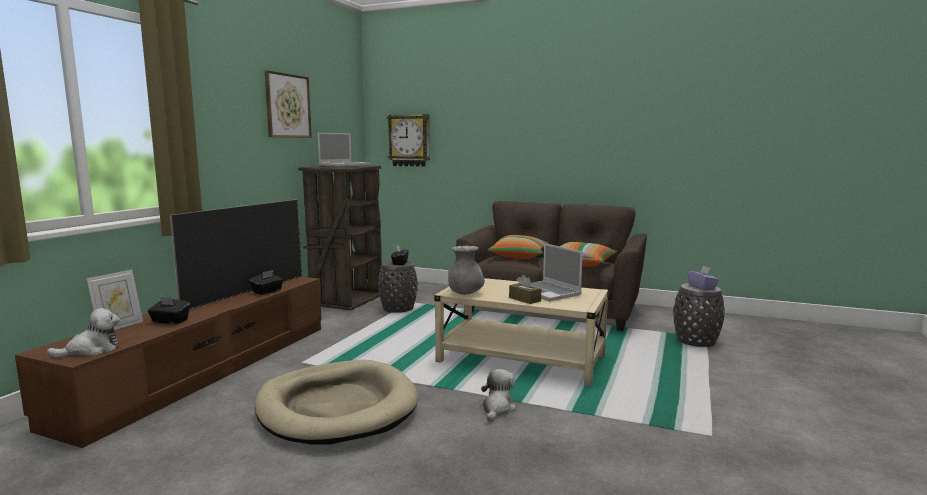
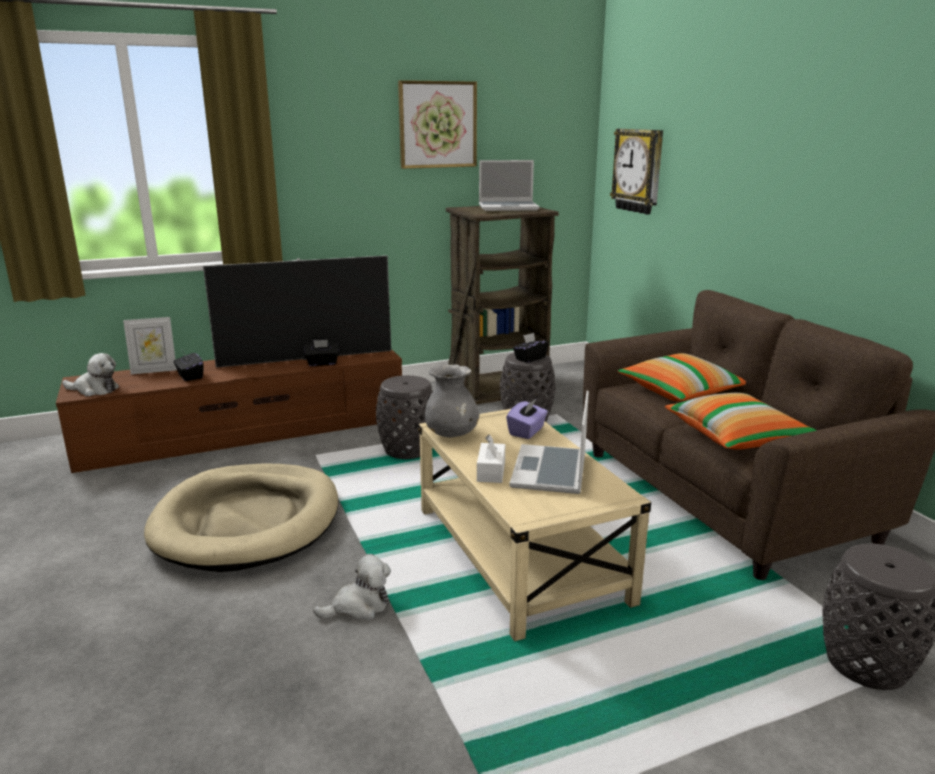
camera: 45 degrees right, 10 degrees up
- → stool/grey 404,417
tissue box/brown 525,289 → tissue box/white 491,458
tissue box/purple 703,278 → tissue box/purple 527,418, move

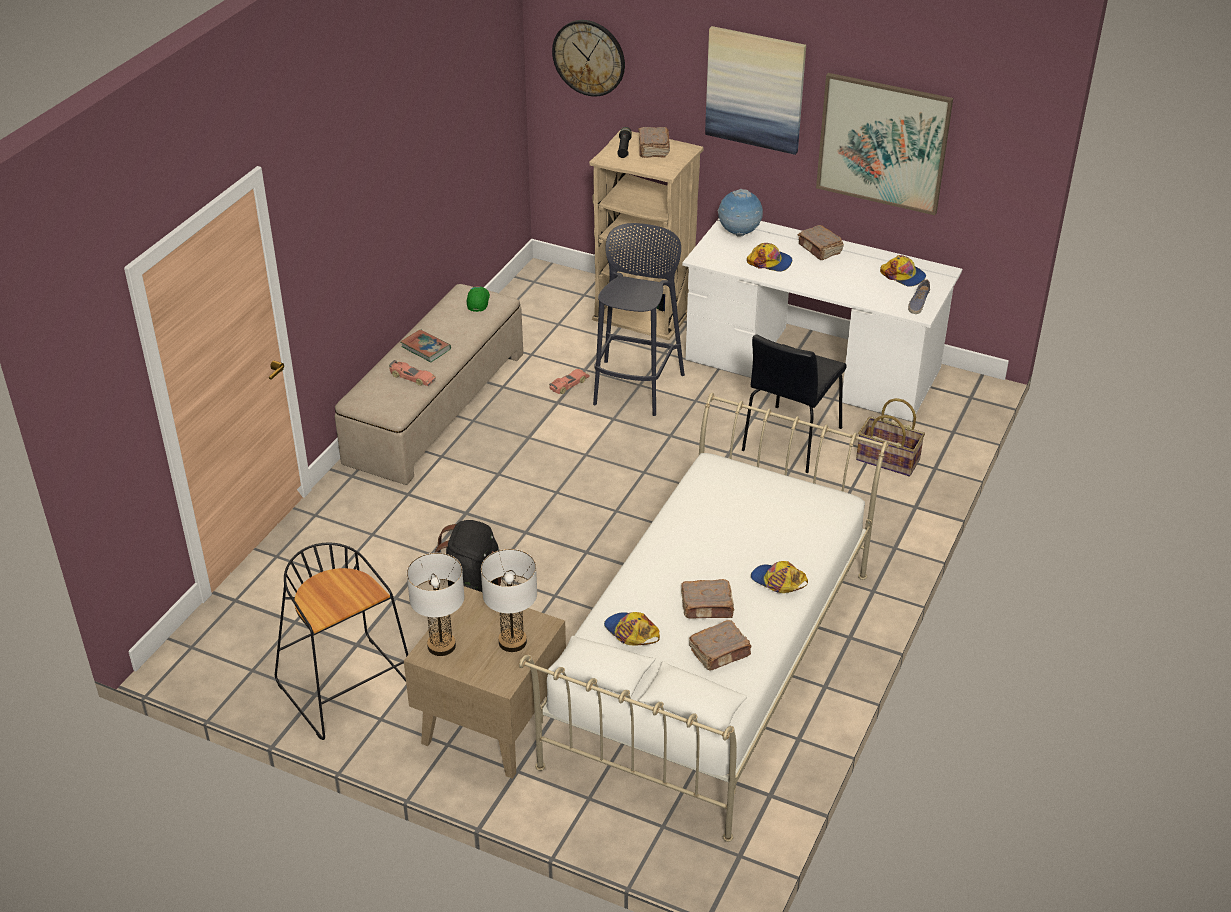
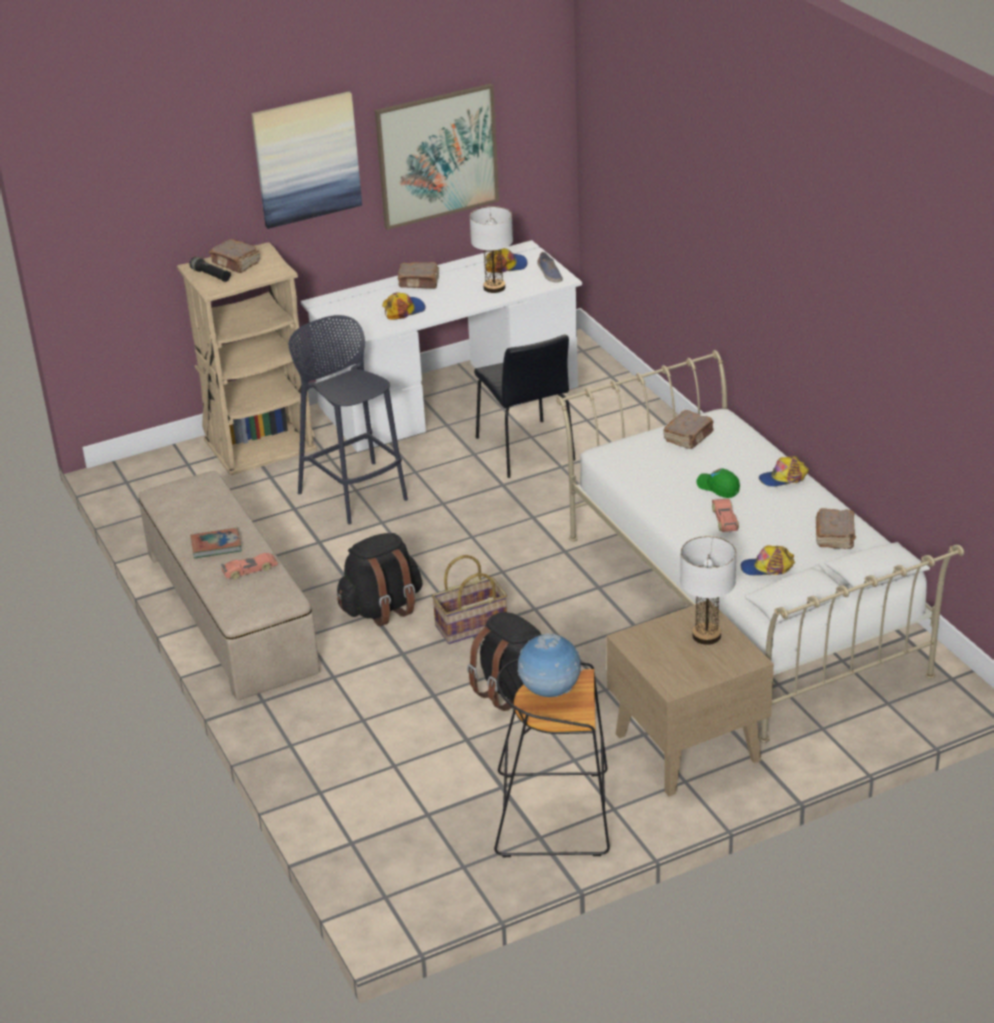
camera: 50 degrees left, 5 degrees down
- → backpack/black 380,579
basket 890,437 → basket 469,599, move
table lamp 435,604 → table lamp 491,249, move
globe 740,213 → globe 549,665, move
book/brown 707,598 → book/brown 688,429, move
cap/green 478,299 → cap/green 718,483, move
toy car 569,381 → toy car 725,515, move
wall clock 588,58 → -

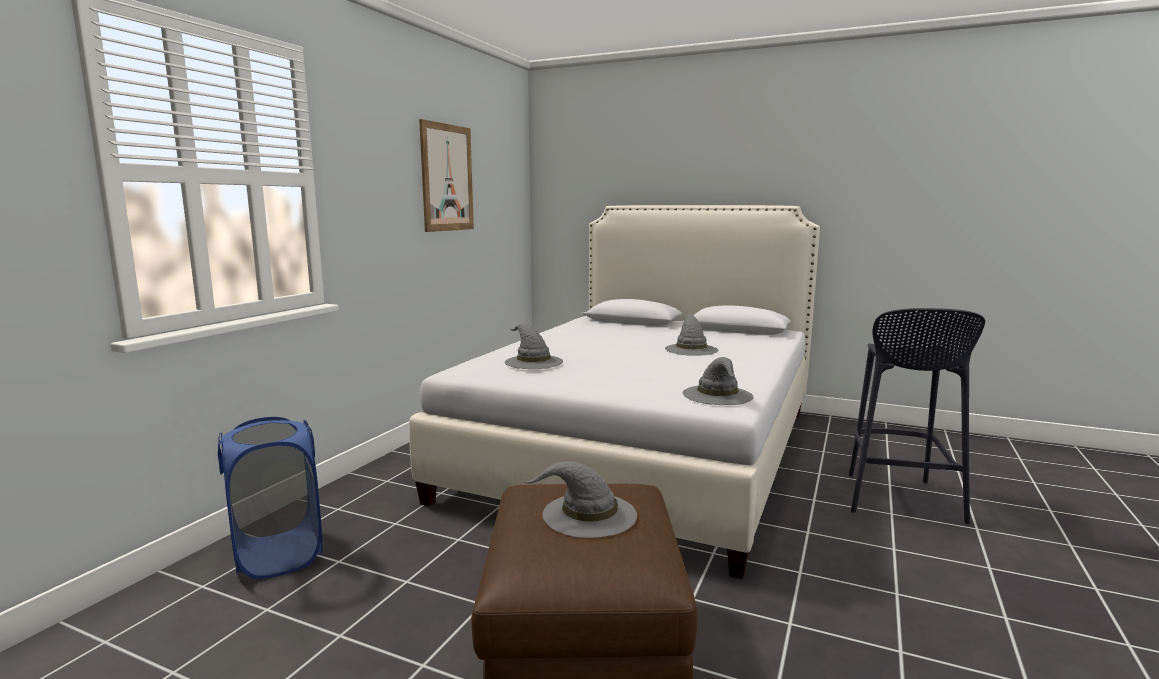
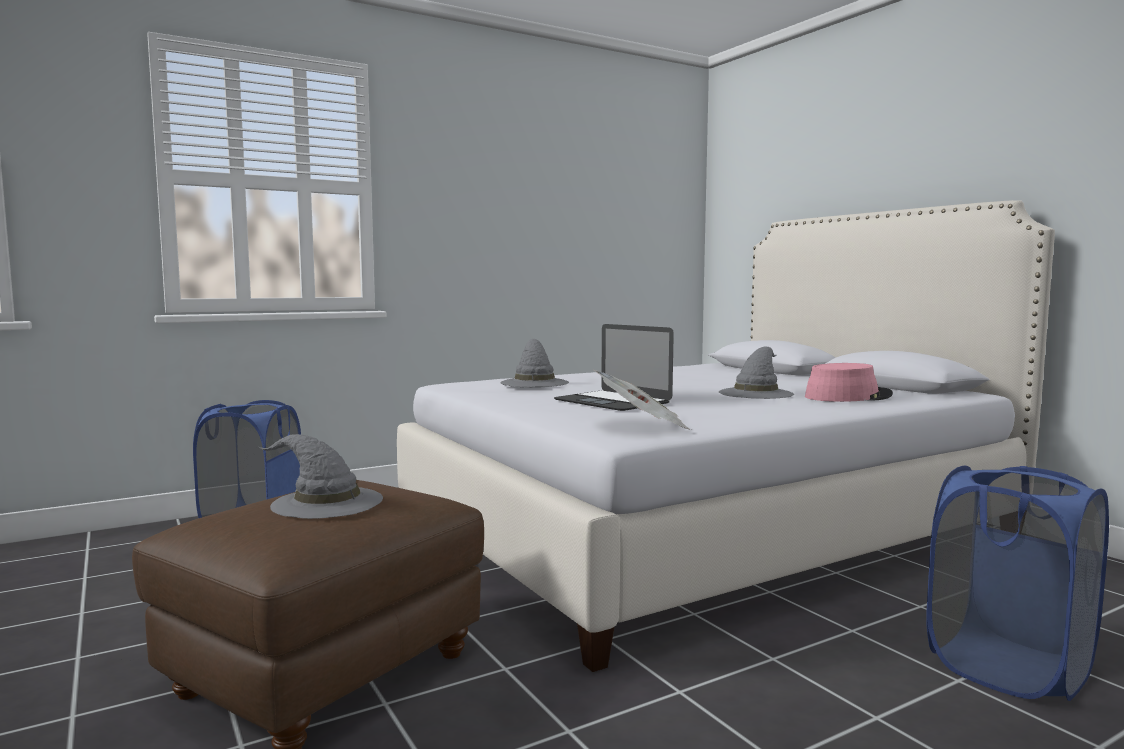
camera: 35 degrees right, 5 degrees down
- → laptop 614,367
hat/grey 718,381 → newspaper 642,400
- → hat/pink 849,382
stool/grey 917,416 → laundry basket/blue 1017,583
picture 446,175 → -

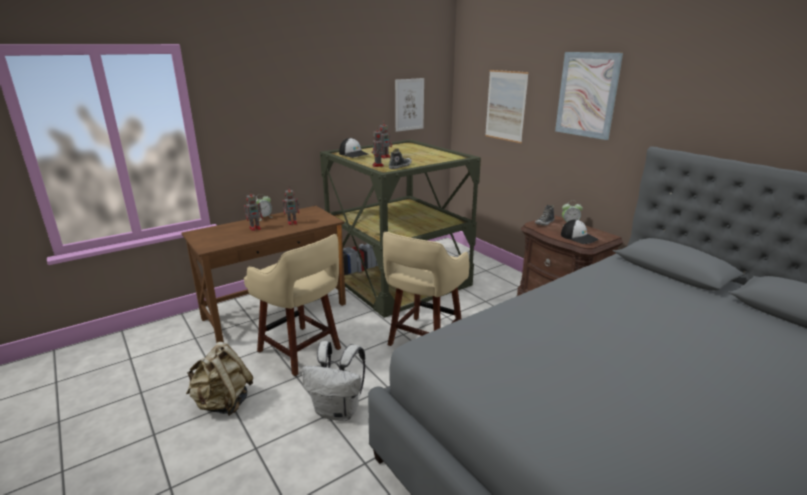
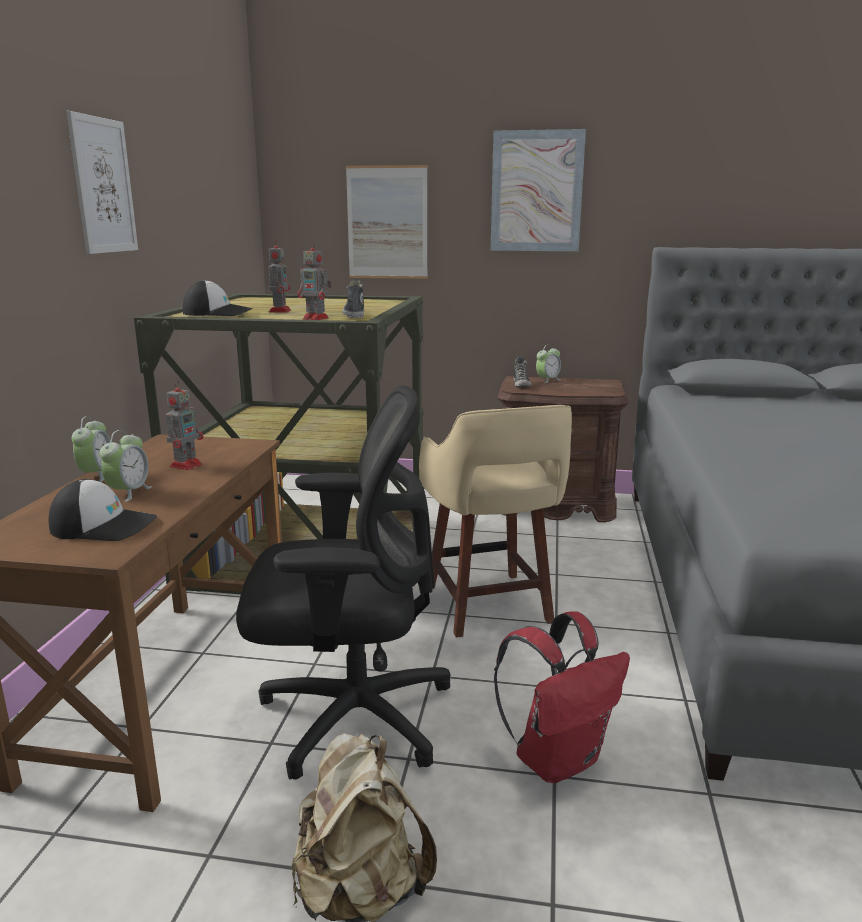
camera: 45 degrees left, 5 degrees down
cap 580,231 → cap 102,510, move
picture 409,105 → picture 102,182, move
toy robot 253,212 → alarm clock 126,466
stool/beige 292,305 → office chair/black 343,583
backpack/white 333,381 → backpack/red 562,697

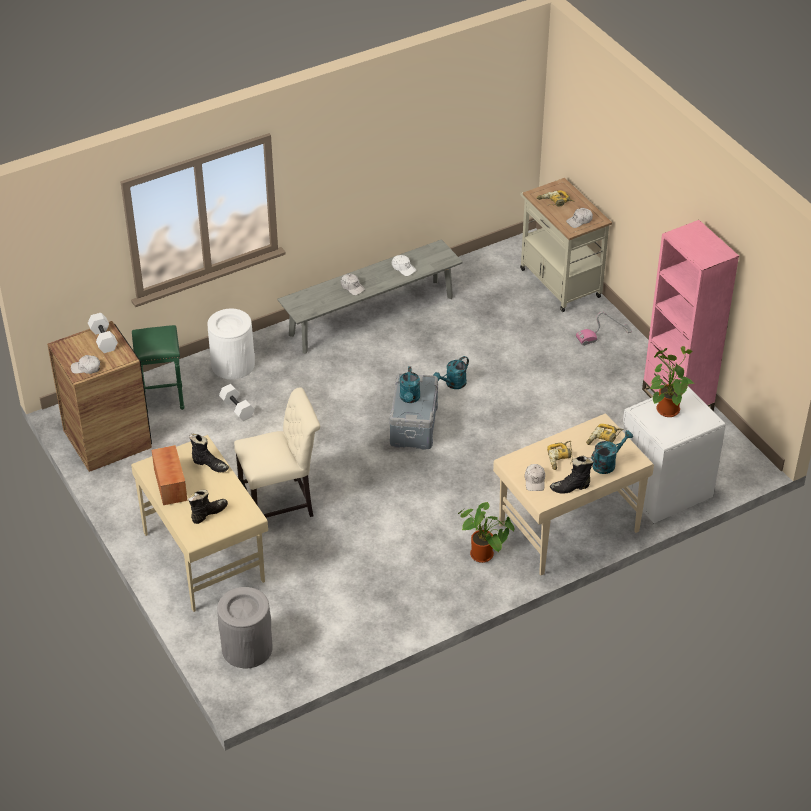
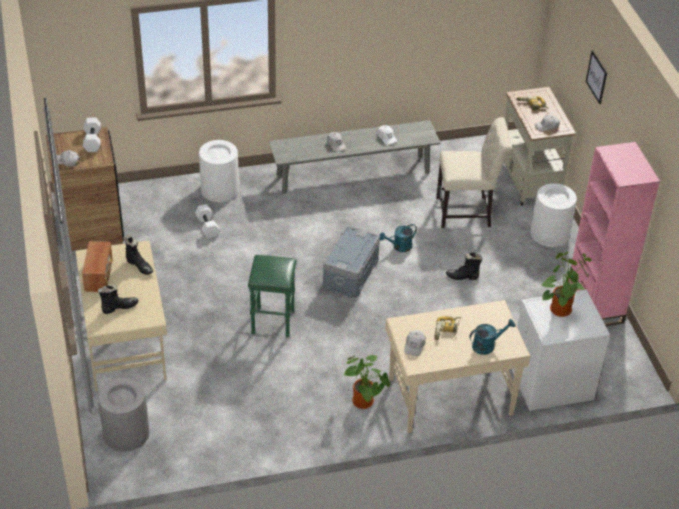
camera: 15 degrees right, 0 degrees up
stool/green 158,368 → stool/green 272,296, move
chair/beige 277,452 → chair/beige 474,172, move
boot/black 572,475 → boot/black 464,266, move
vacuum cleaner 604,328 → trash can/white 553,215
- → picture 596,77
watering can/turquoise 410,384 → -
power drill 605,434 → -

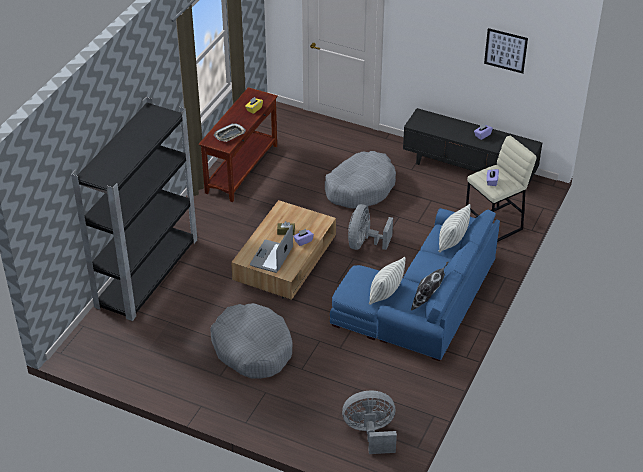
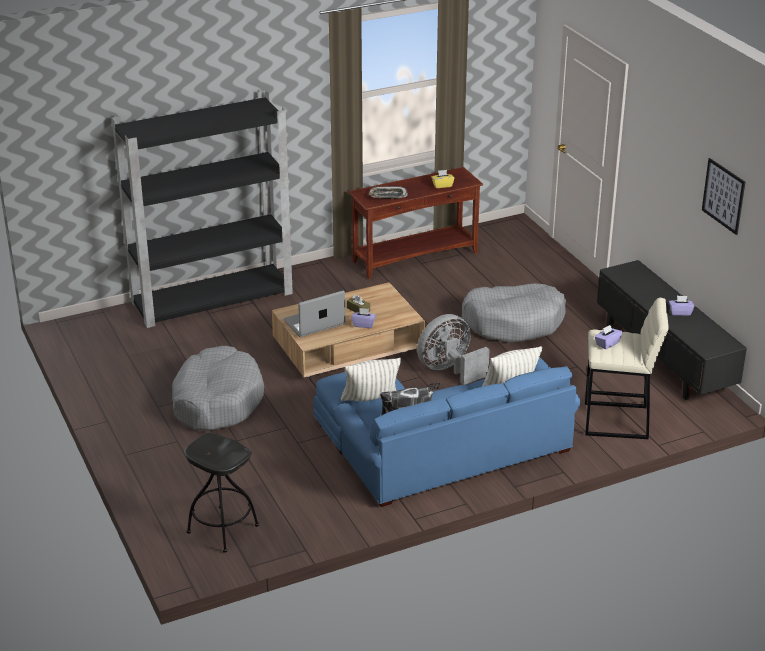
camera: 40 degrees right, 10 degrees down
fan/grey 369,422 → stool/black 221,493

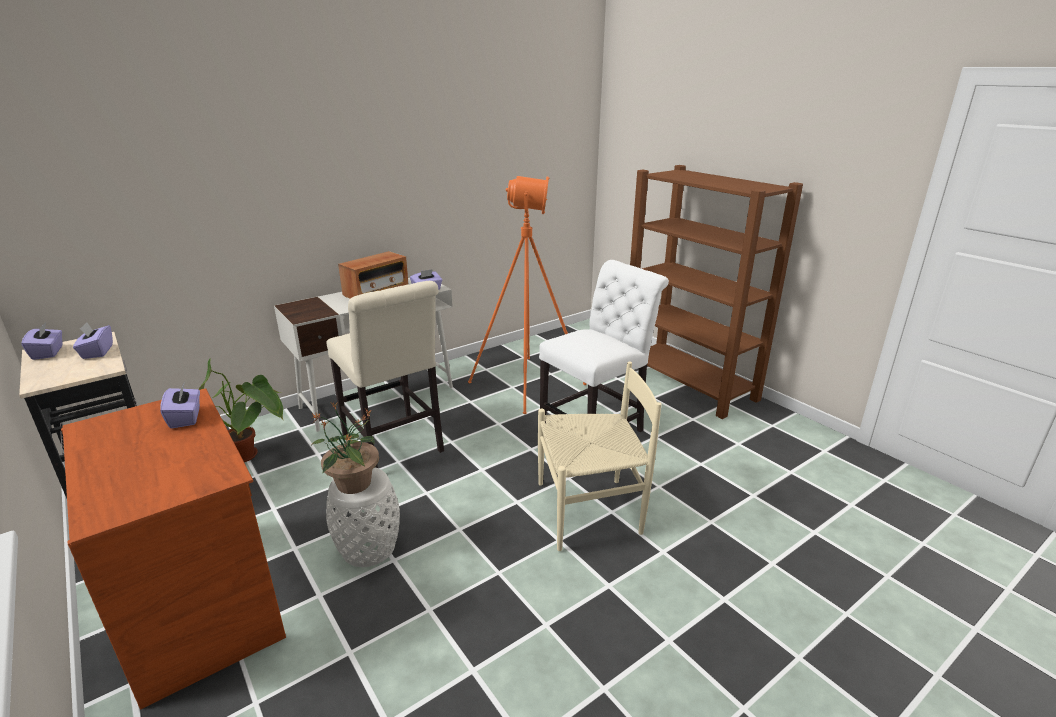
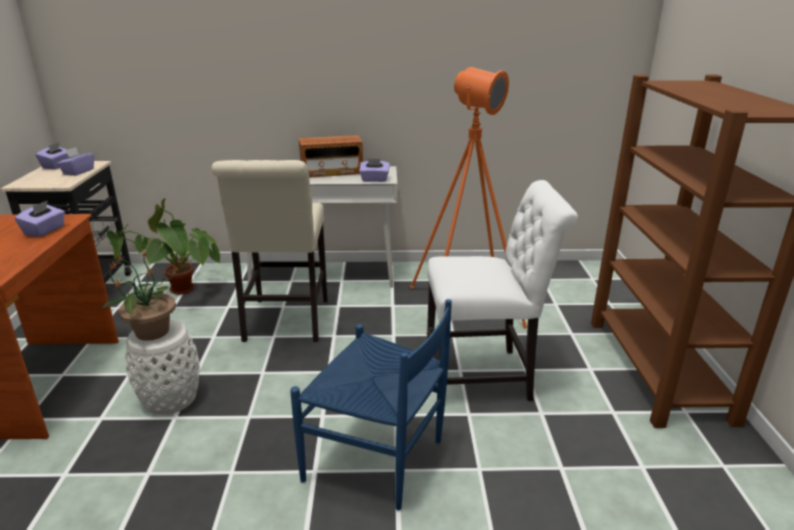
camera: 35 degrees right, 0 degrees up
chair/beige 599,456 → chair/blue 371,404

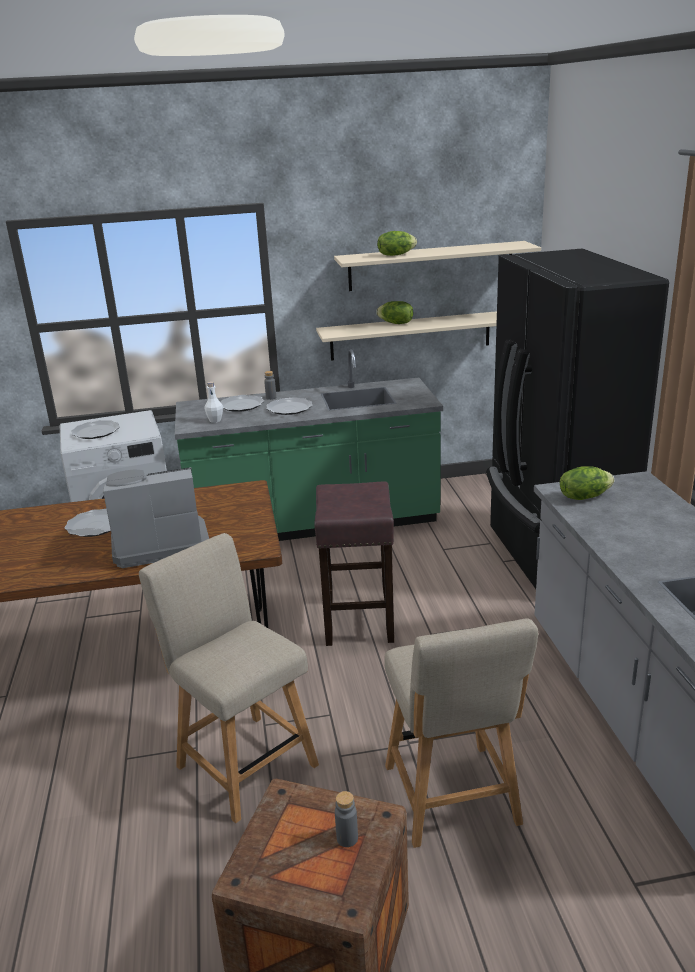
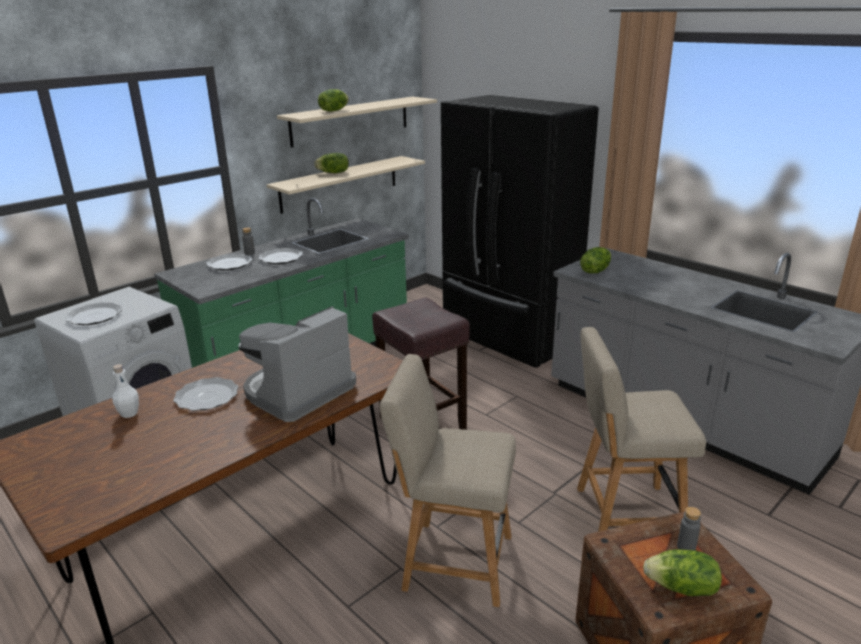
camera: 35 degrees left, 0 degrees up
bottle/white 213,402 → bottle/white 125,391, move
chair/beige 461,733 → chair/beige 641,429, 135 degrees clockwise
- → lettuce 682,572

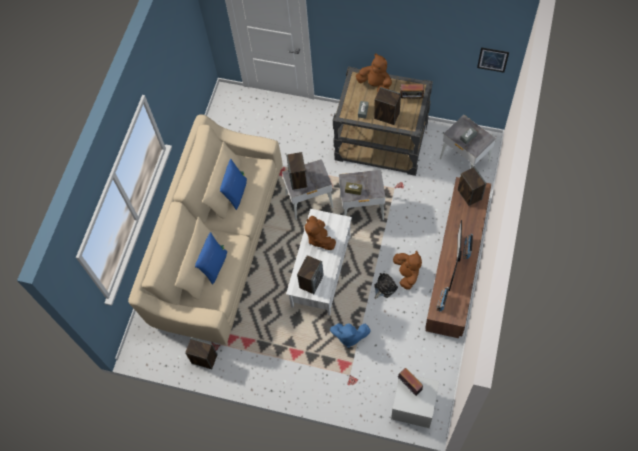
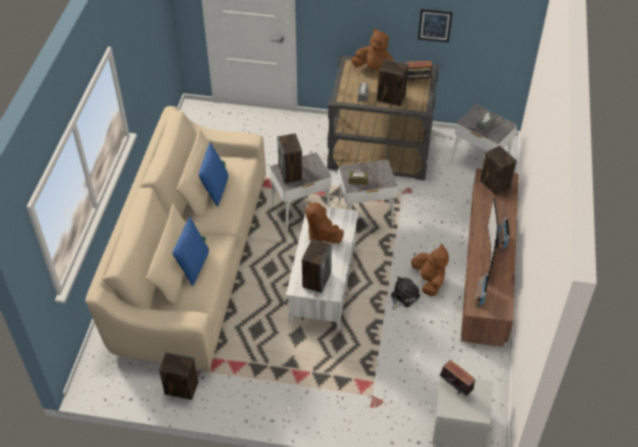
camera: 10 degrees left, 15 degrees down
picture 493,60 → picture 435,25, move
plush toy/blue 350,335 → -

